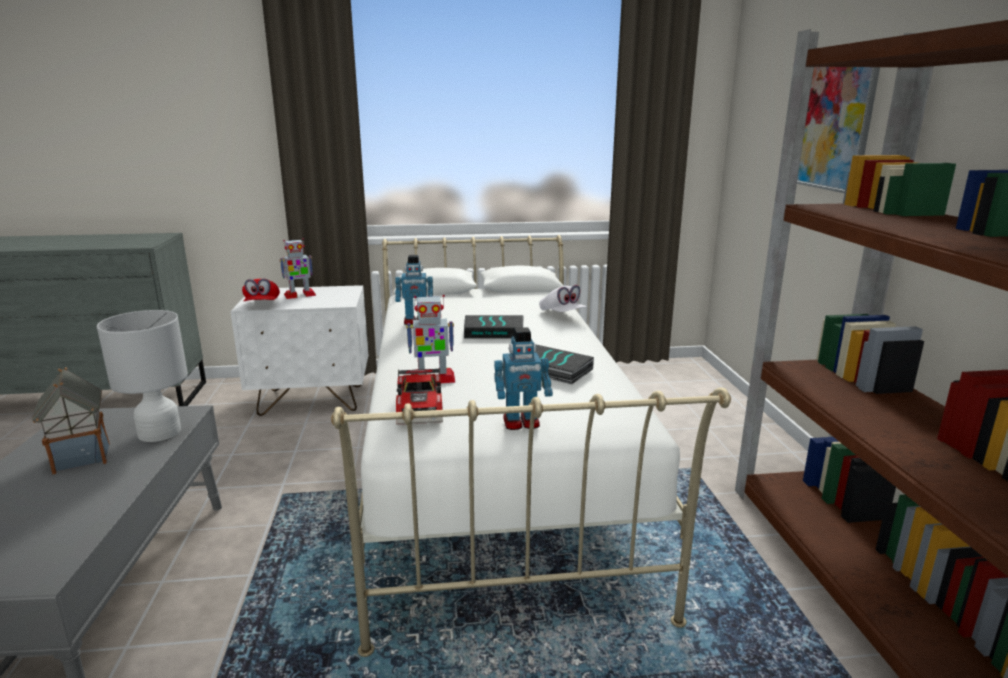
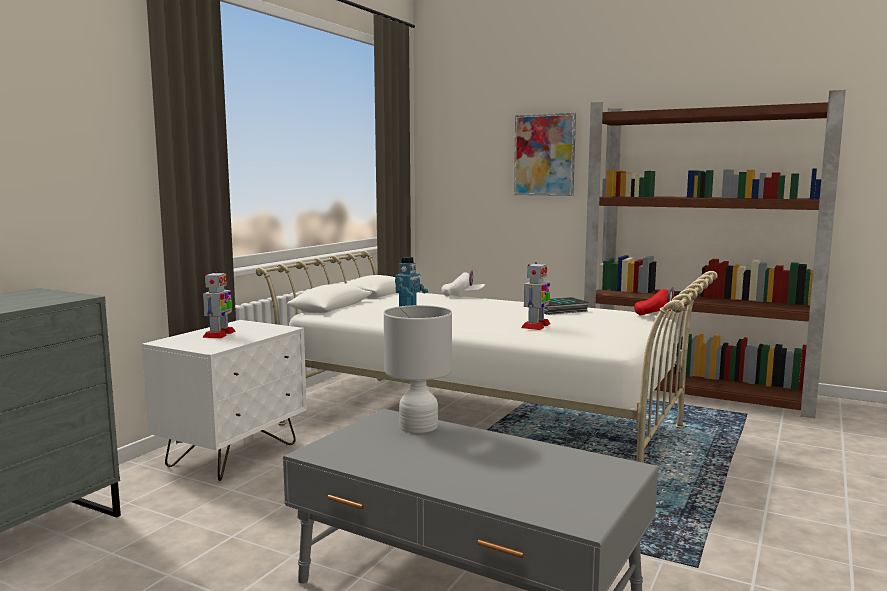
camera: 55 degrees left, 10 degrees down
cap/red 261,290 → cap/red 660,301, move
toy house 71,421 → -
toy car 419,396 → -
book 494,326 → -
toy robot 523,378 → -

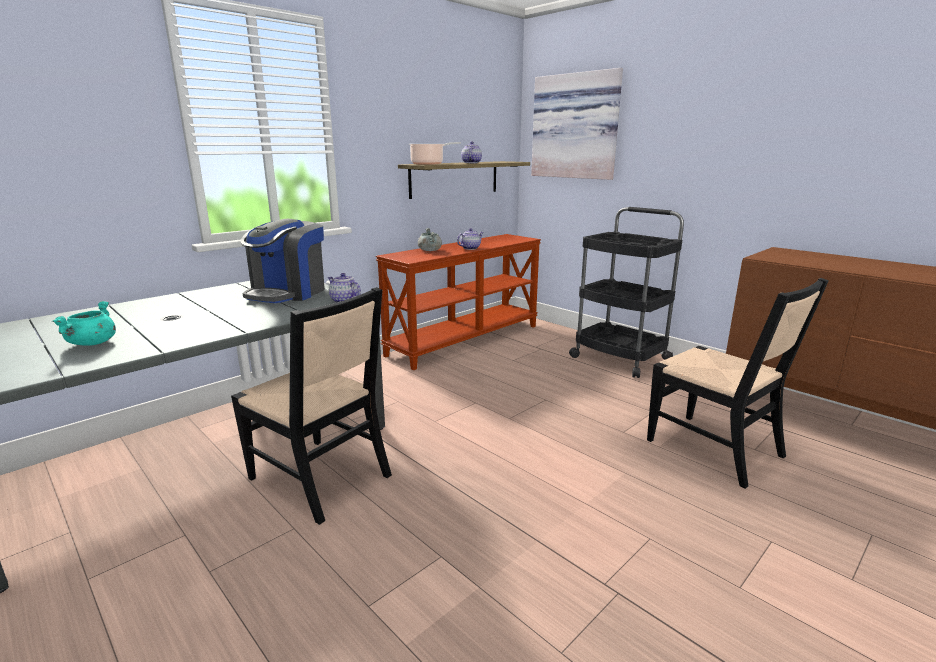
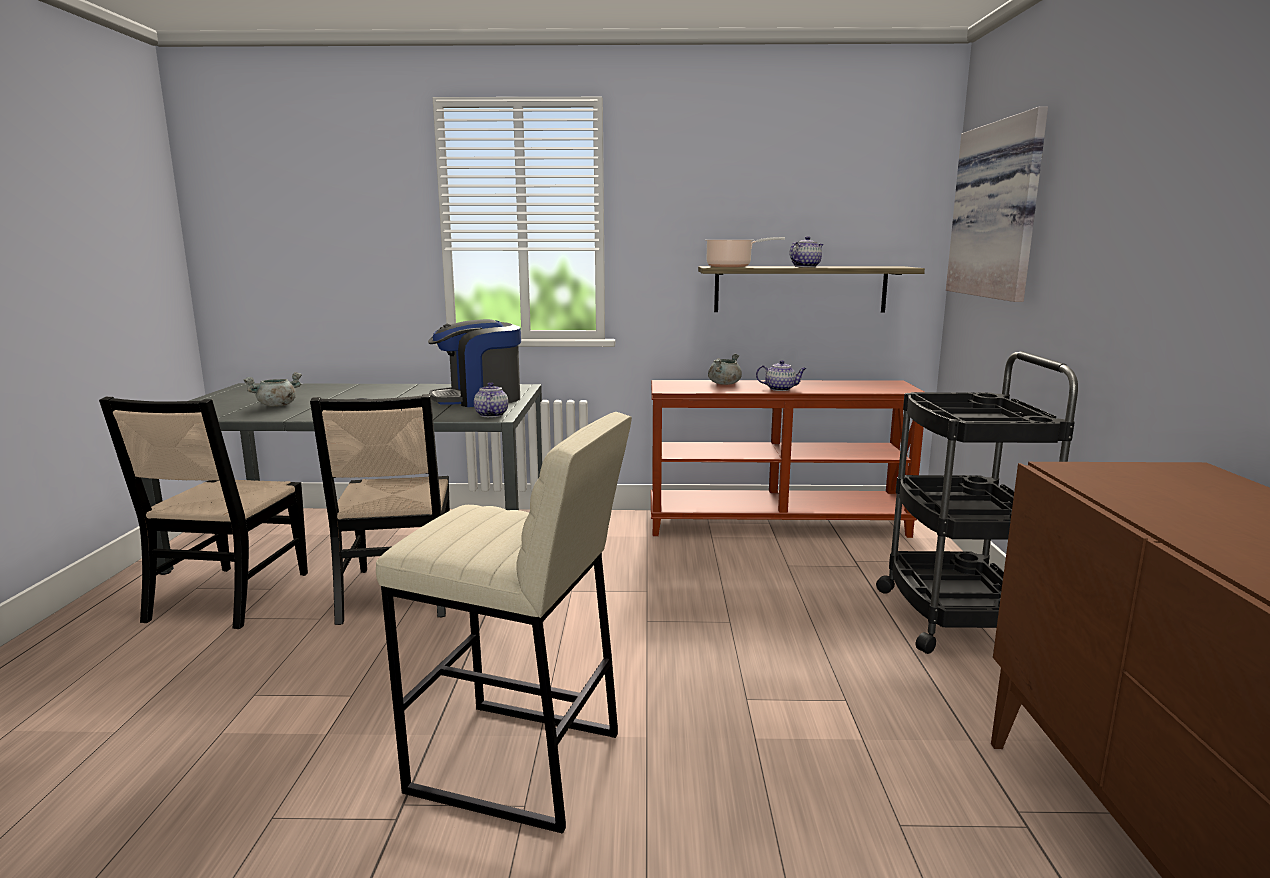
camera: 45 degrees right, 5 degrees down
chair 738,383 → chair 203,513, move
cooking pot/turquoise 84,323 → cooking pot/grey 272,389
- → stool/beige 504,622

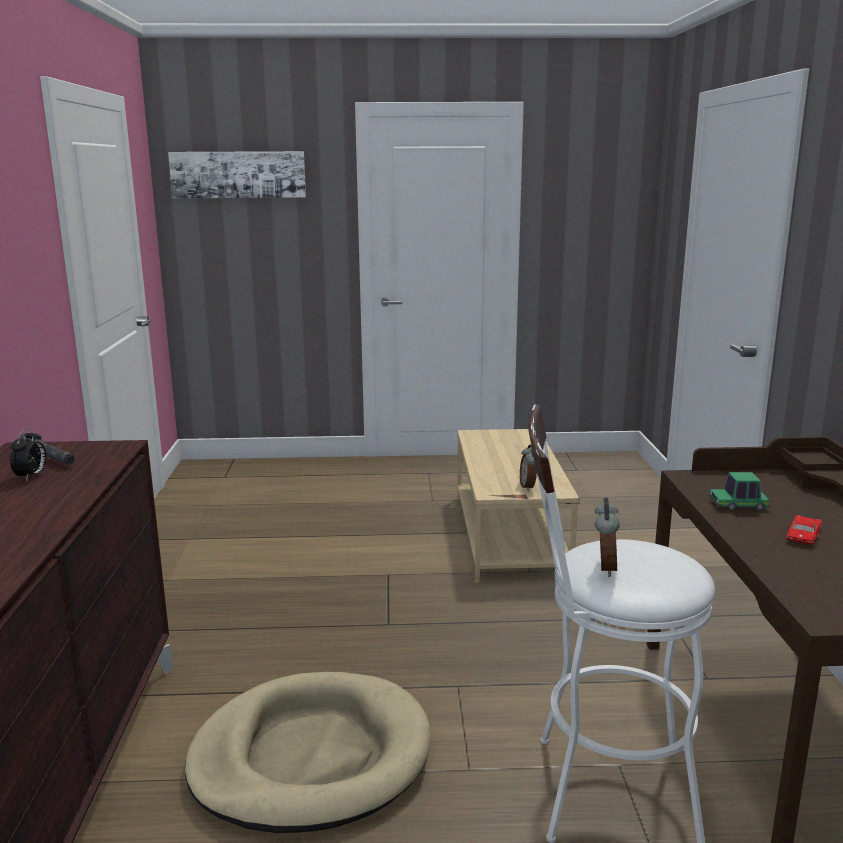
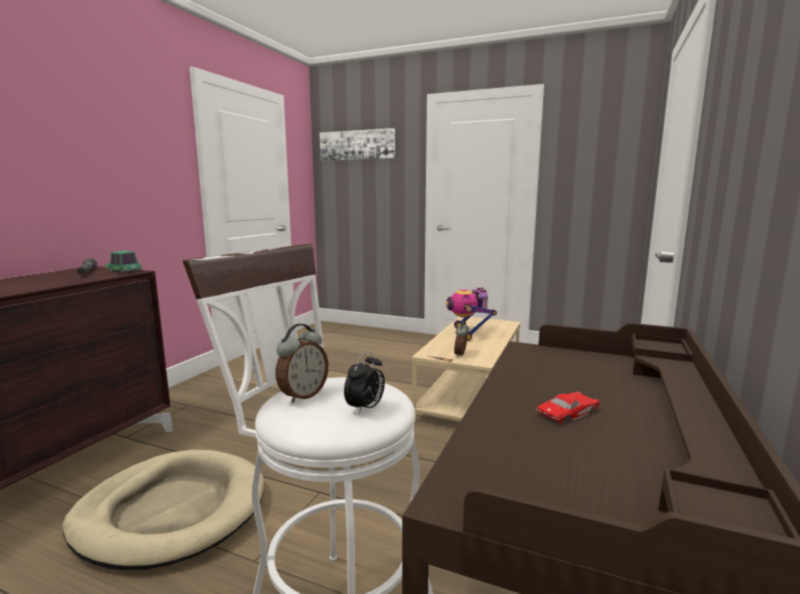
camera: 25 degrees right, 5 degrees down
toy car 740,491 → toy car 124,262, move
alarm clock 28,454 → alarm clock 364,382, move
- → toy robot 471,314

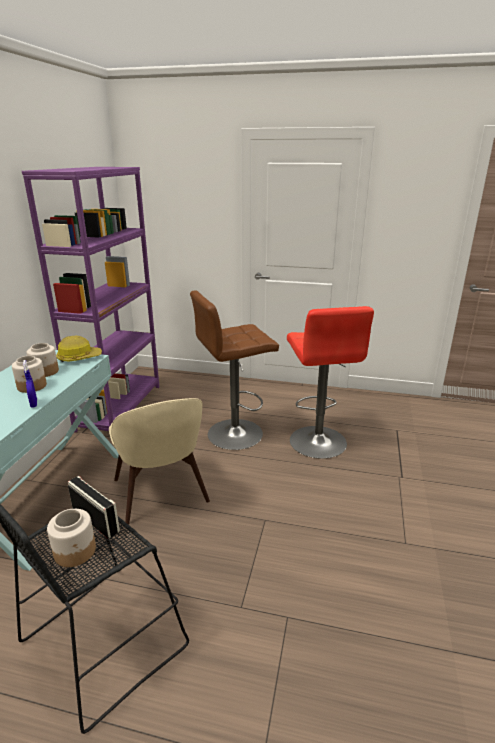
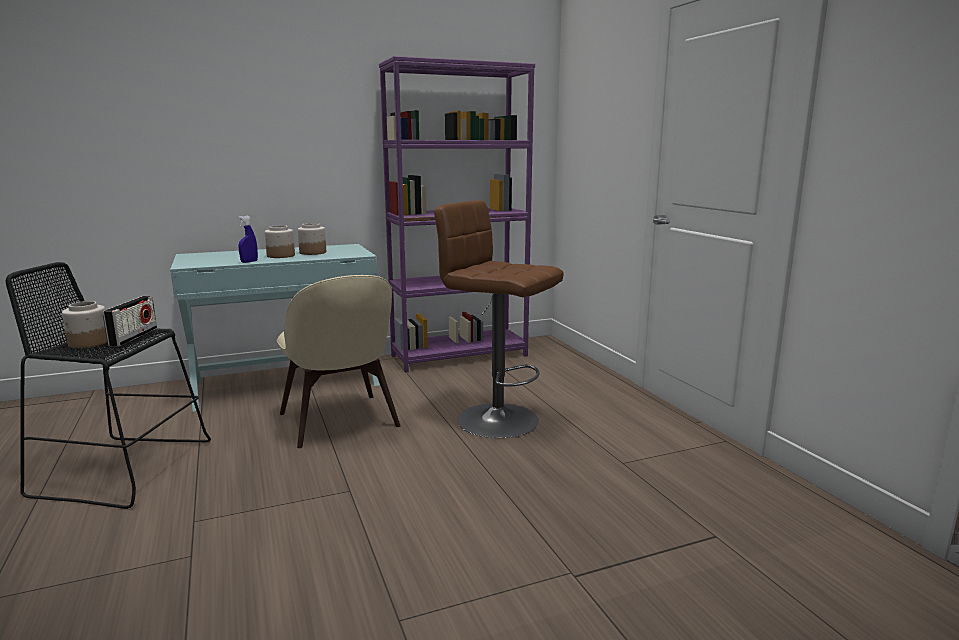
camera: 55 degrees right, 10 degrees down
chair/beige 159,461 → chair/beige 338,361, 60 degrees counterclockwise
hard hat 79,349 → -
stool/red 330,382 → -

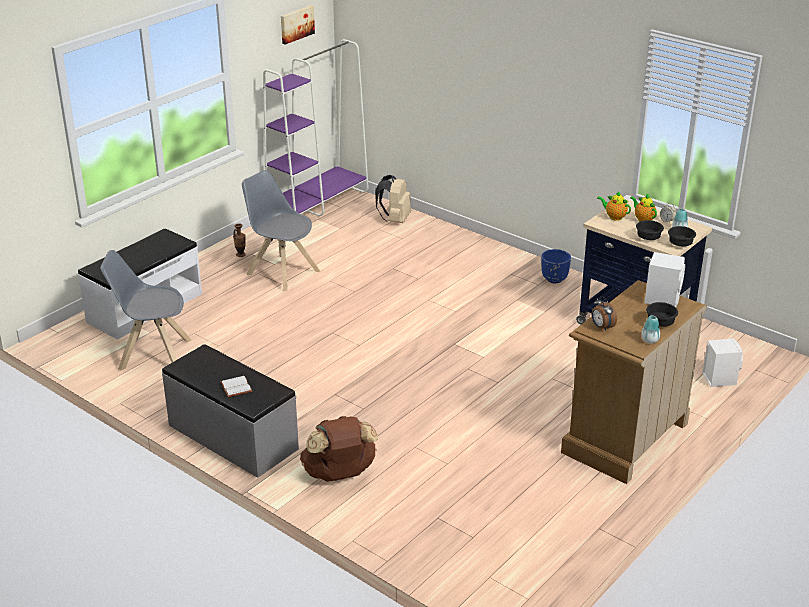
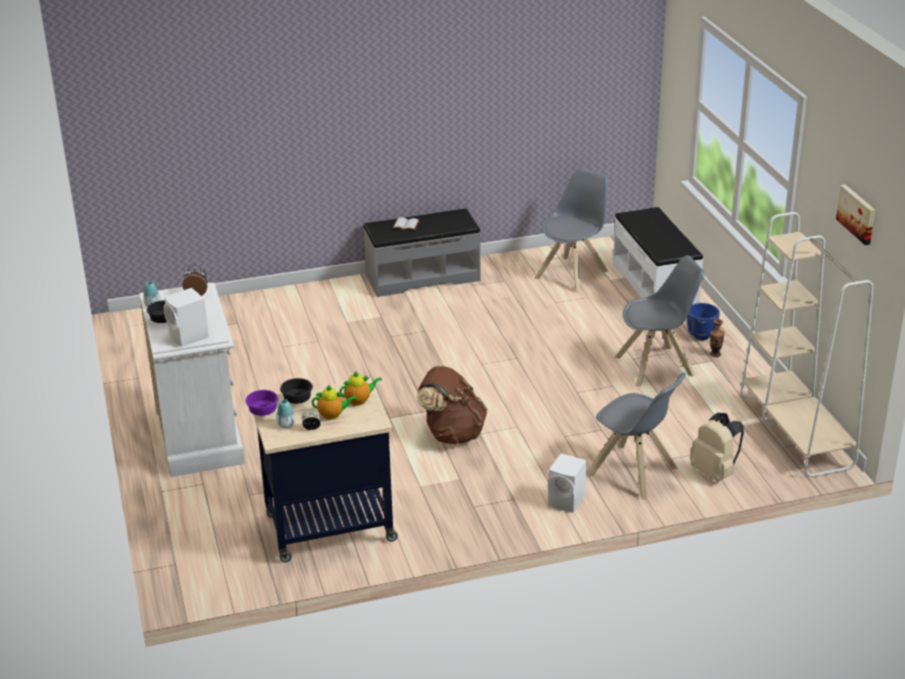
camera: 125 degrees right, 0 degrees up
dresser/brown 634,382 → dresser/white 192,380
bowl/black 682,236 → bowl/purple 262,403
backpack/brown 339,449 → backpack/brown 452,404, move
speaker/white 722,362 → speaker/white 567,483, move
- → chair/grey 636,435
planter/blue 556,266 → planter/blue 703,321, move
clothes rack/purple 316,127 → clothes rack/beige 806,344

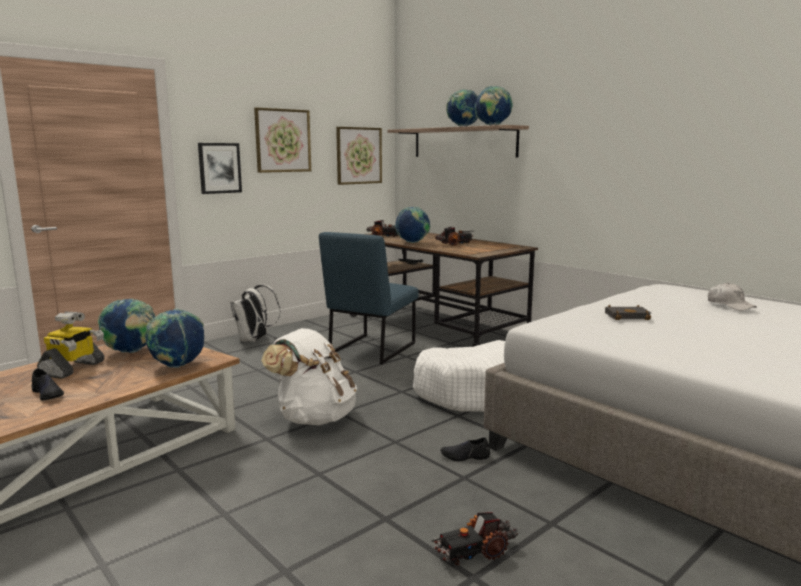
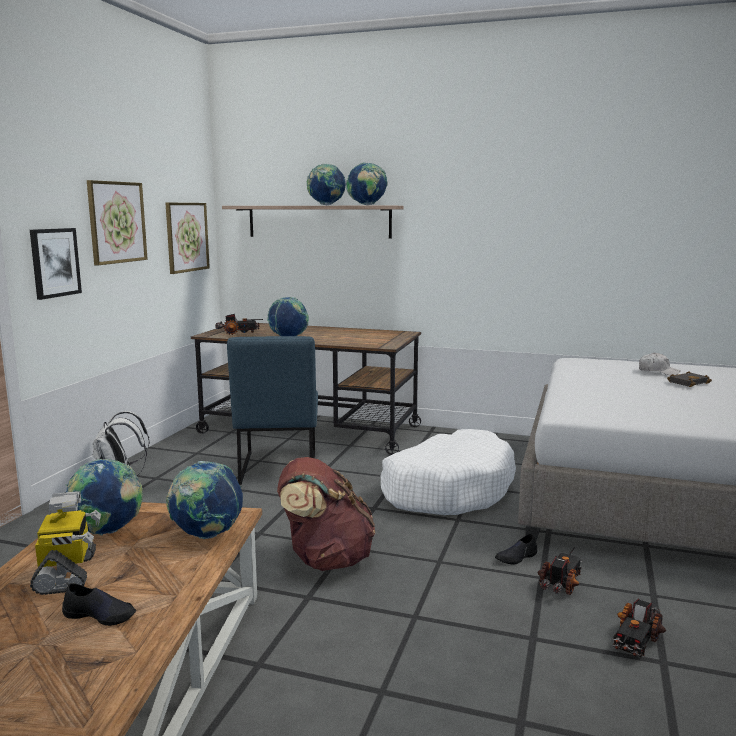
camera: 30 degrees left, 0 degrees up
backpack/white 309,376 → backpack/brown 326,514
toy truck 454,236 → toy truck 560,571, move
book/black 628,312 → book/black 689,379, move

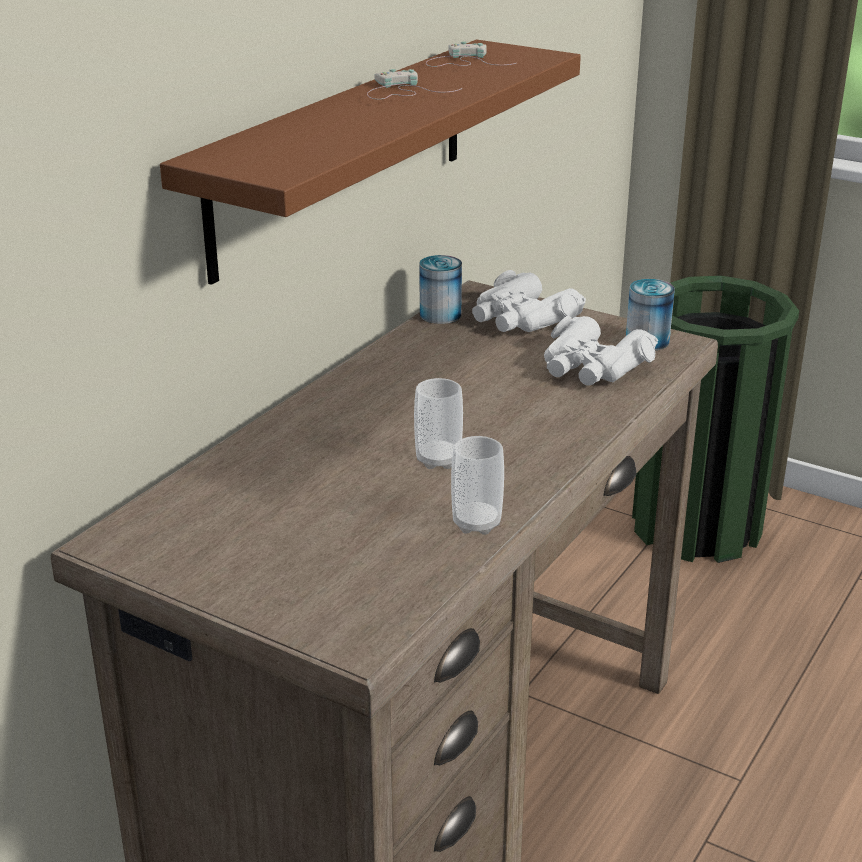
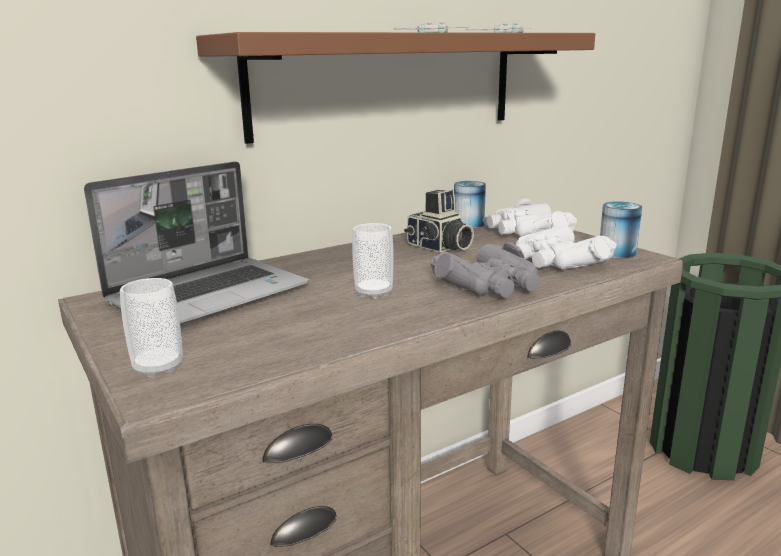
camera: 25 degrees right, 10 degrees down
- → laptop 196,242
cup 477,485 → cup 151,328, move
- → photo camera 439,221
- → binoculars/grey 485,269

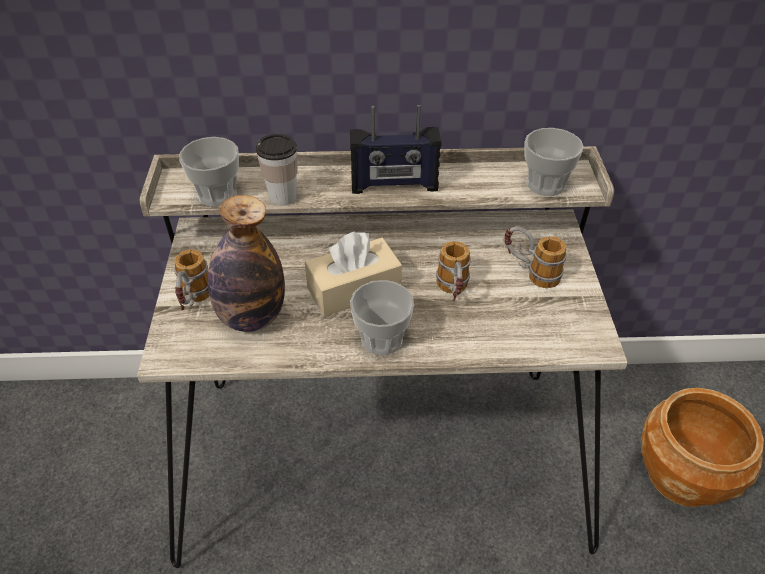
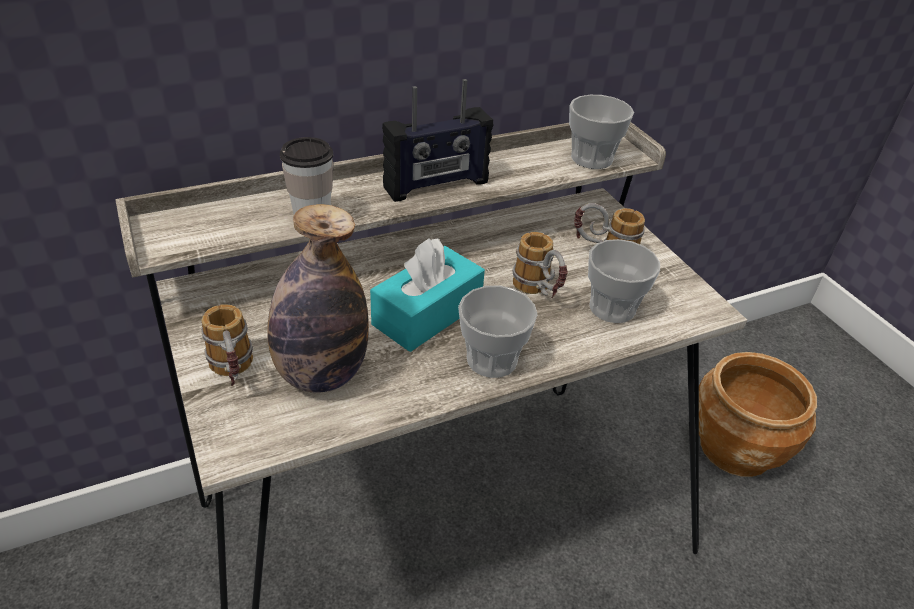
camera: 25 degrees left, 5 degrees down
tissue box/beige 353,274 → tissue box/turquoise 427,295
cup 209,172 → cup 624,281, move

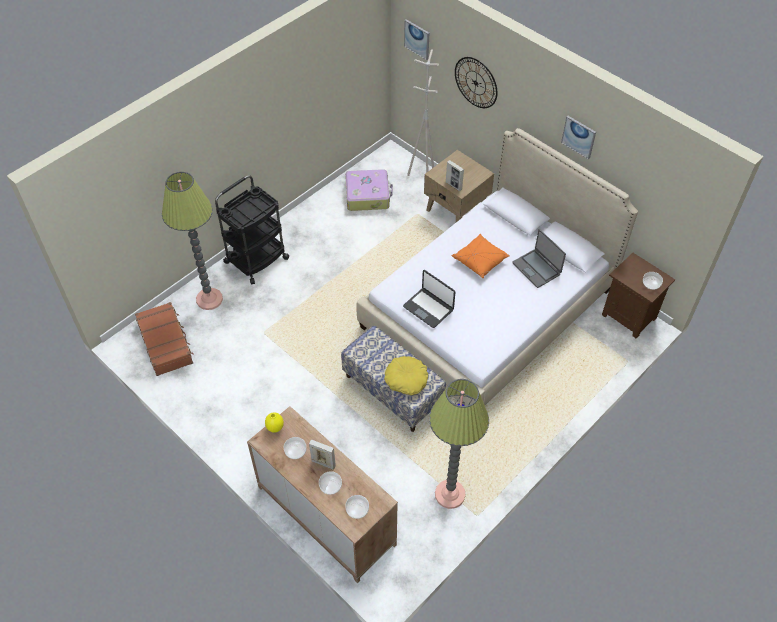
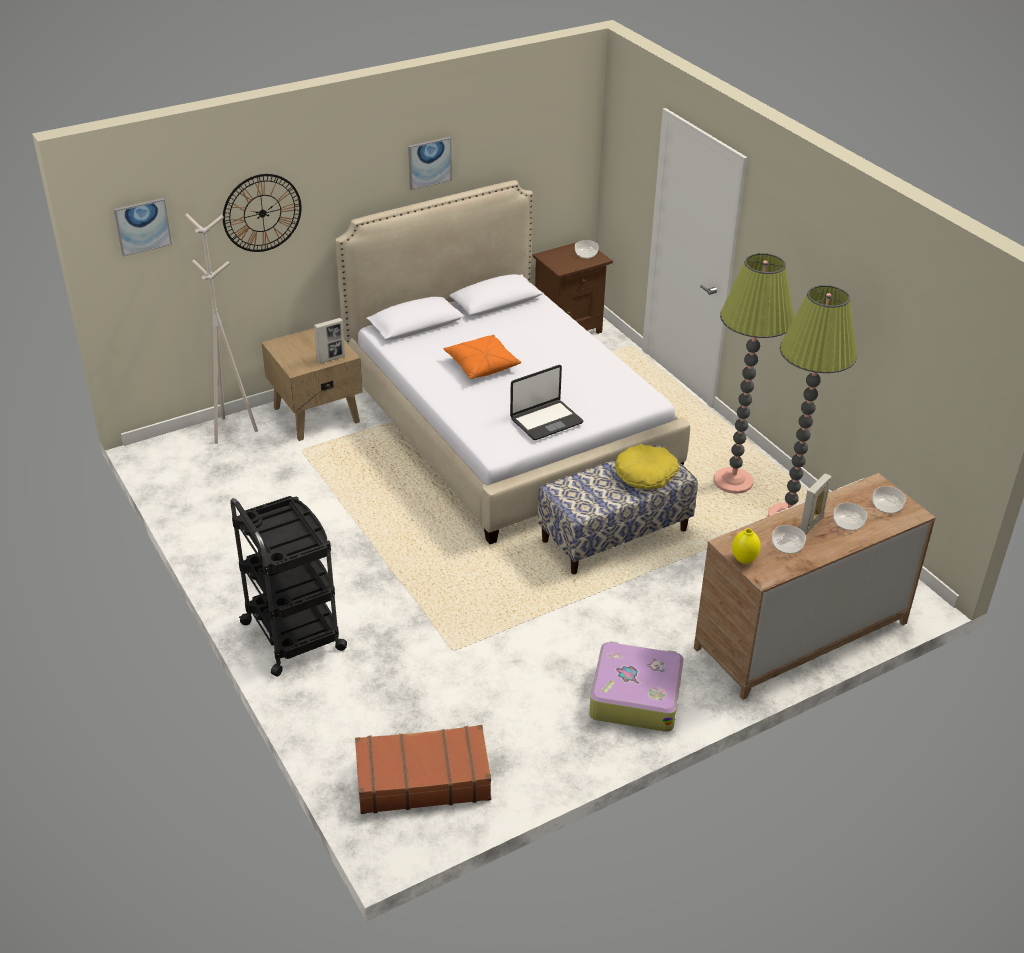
camera: 75 degrees left, 15 degrees down
suitcase 369,190 → suitcase 636,686, move
floor lamp 192,241 → floor lamp 754,373, move
laptop 539,258 → -

